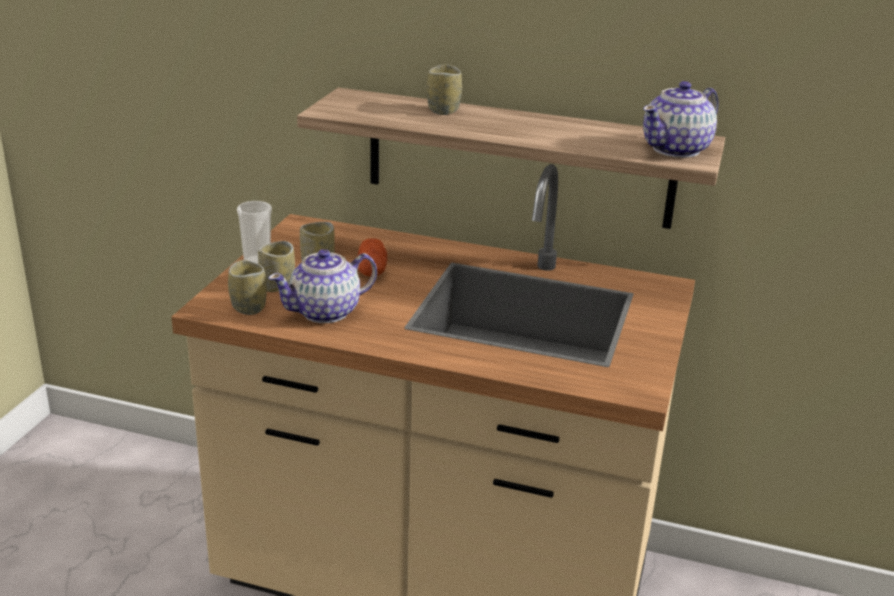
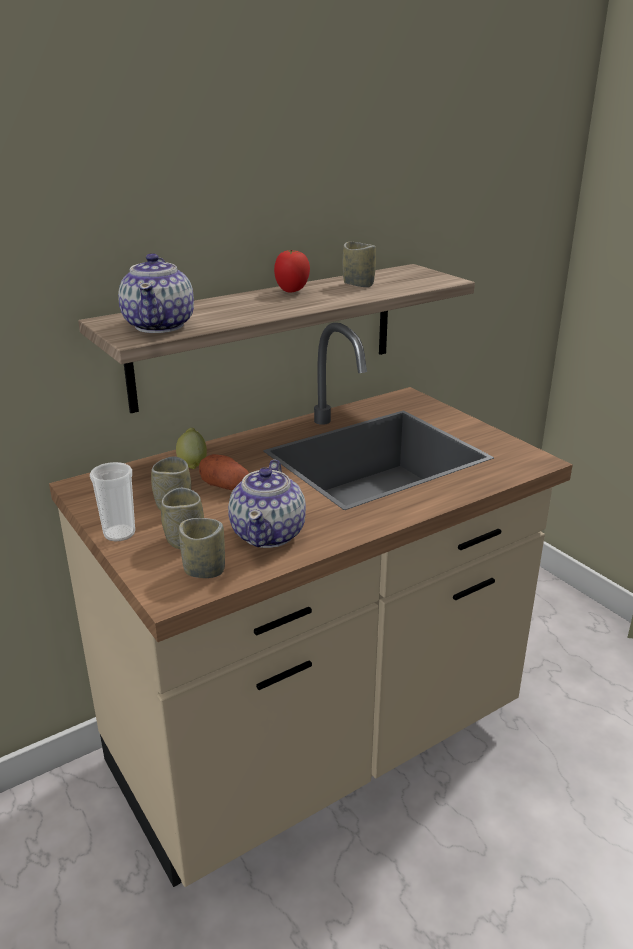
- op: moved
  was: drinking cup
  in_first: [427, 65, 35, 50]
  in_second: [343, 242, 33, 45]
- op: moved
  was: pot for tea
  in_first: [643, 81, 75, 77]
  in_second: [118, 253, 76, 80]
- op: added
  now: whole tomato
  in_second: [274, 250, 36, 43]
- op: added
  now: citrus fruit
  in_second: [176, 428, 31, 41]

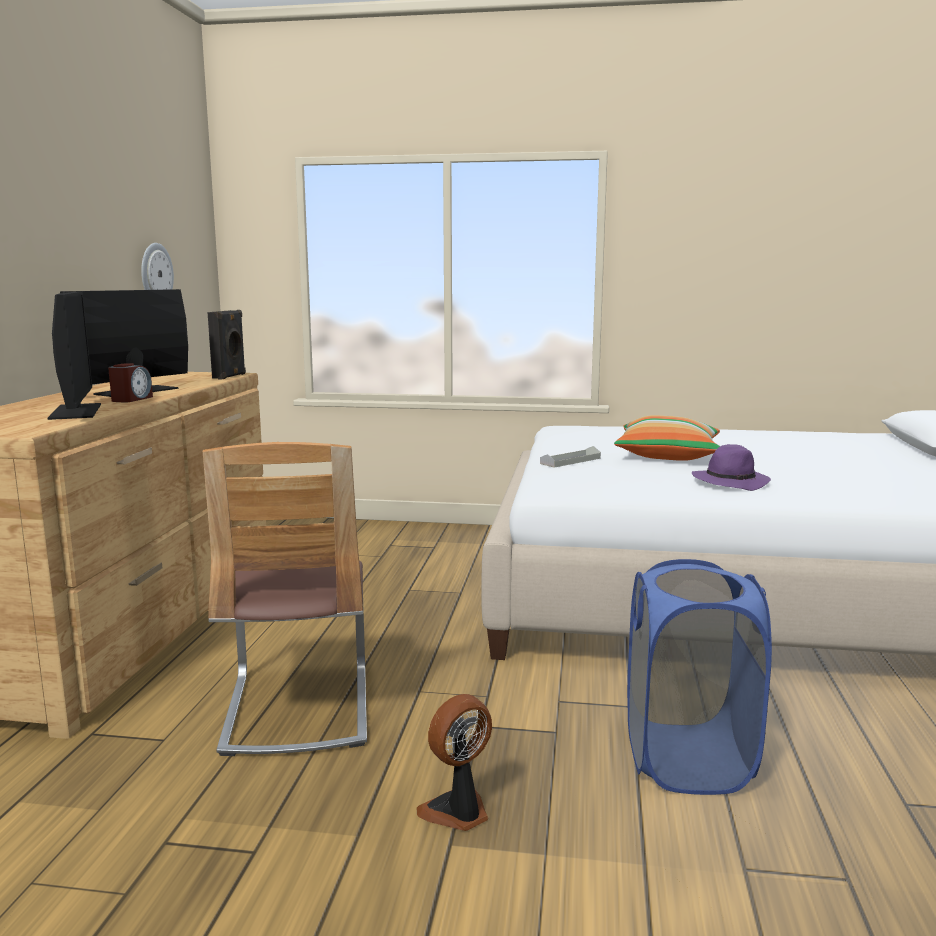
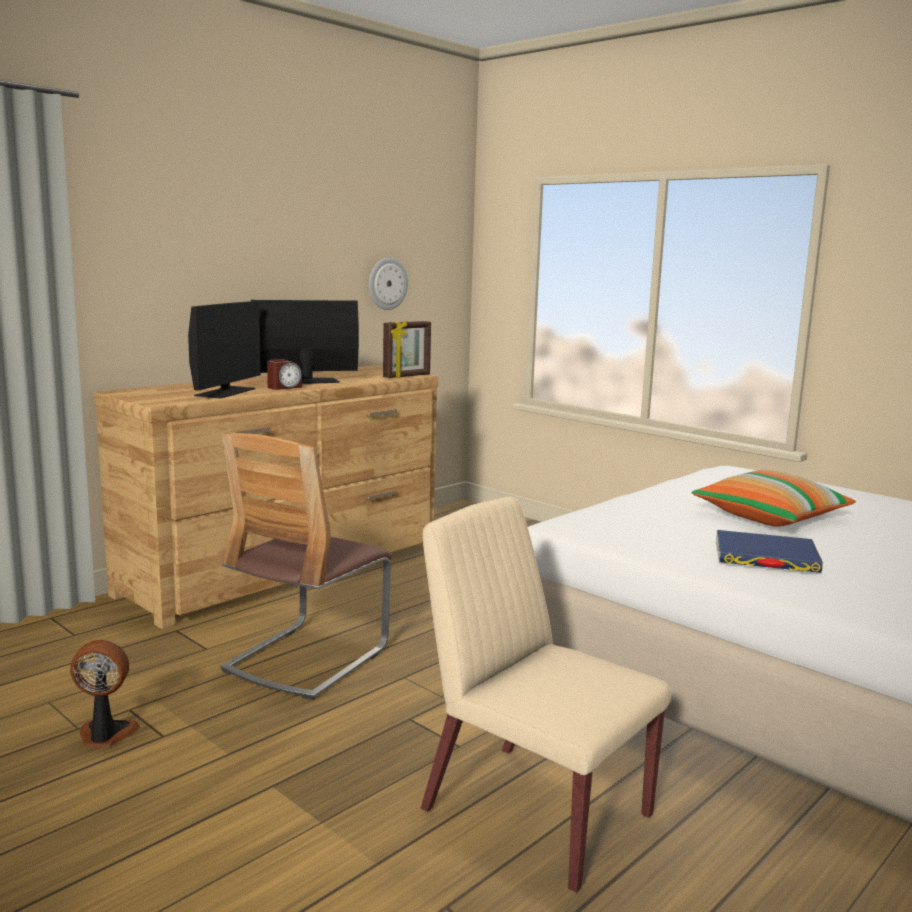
- op: replaced
  was: audio speaker (black)
  now: standing frame
  in_first: [207, 310, 39, 69]
  in_second: [383, 321, 48, 57]
- op: replaced
  was: clothing hat (purple-coloured)
  now: bound book (blue-coloured)
  in_first: [692, 444, 79, 47]
  in_second: [716, 530, 107, 43]
- op: removed
  was: serving tray (grey)
  in_first: [540, 446, 61, 22]
- op: replaced
  was: laundry basket (blue-coloured)
  now: plain chair (sand-coloured)
  in_first: [627, 559, 145, 236]
  in_second: [421, 496, 250, 397]
- op: moved
  was: cooling fan
  in_first: [416, 694, 76, 137]
  in_second: [70, 640, 70, 108]

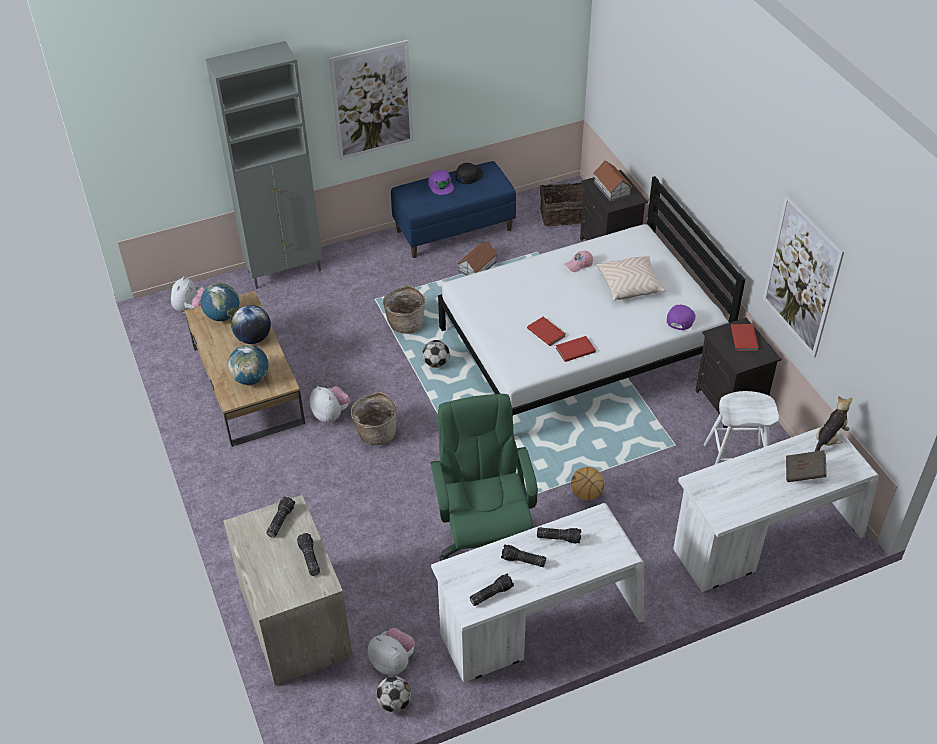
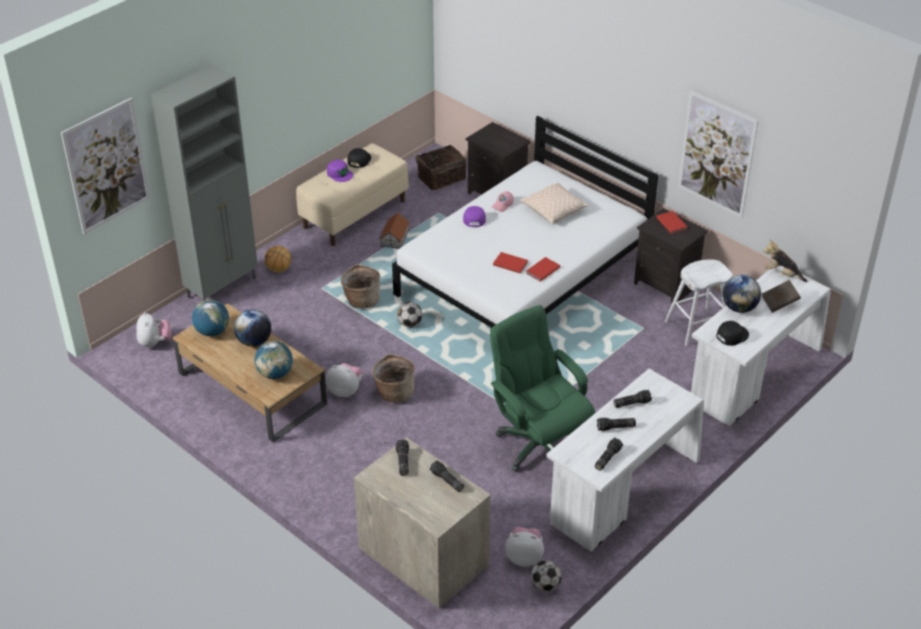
- op: moved
  was: wall art
  in_first: [329, 40, 85, 120]
  in_second: [61, 98, 89, 136]
- op: removed
  was: toy house
  in_first: [593, 160, 39, 42]
- op: recoloured
  was: bench (blue-coloured)
  now: bench (sand-coloured)
  in_first: [391, 161, 125, 97]
  in_second: [296, 143, 112, 103]
- op: moved
  was: baseball cap (purple-coloured)
  in_first: [667, 305, 29, 25]
  in_second: [463, 206, 23, 21]
- op: turned
  was: cuddly toy
  in_first: [815, 396, 37, 55]
  in_second: [763, 240, 45, 42]
  clockwise: -75
- op: moved
  was: basketball ball
  in_first: [571, 467, 33, 33]
  in_second: [265, 246, 26, 26]
- op: added
  now: world globe
  in_second: [723, 275, 38, 38]
- op: added
  now: baseball cap (black)
  in_second: [716, 321, 33, 25]

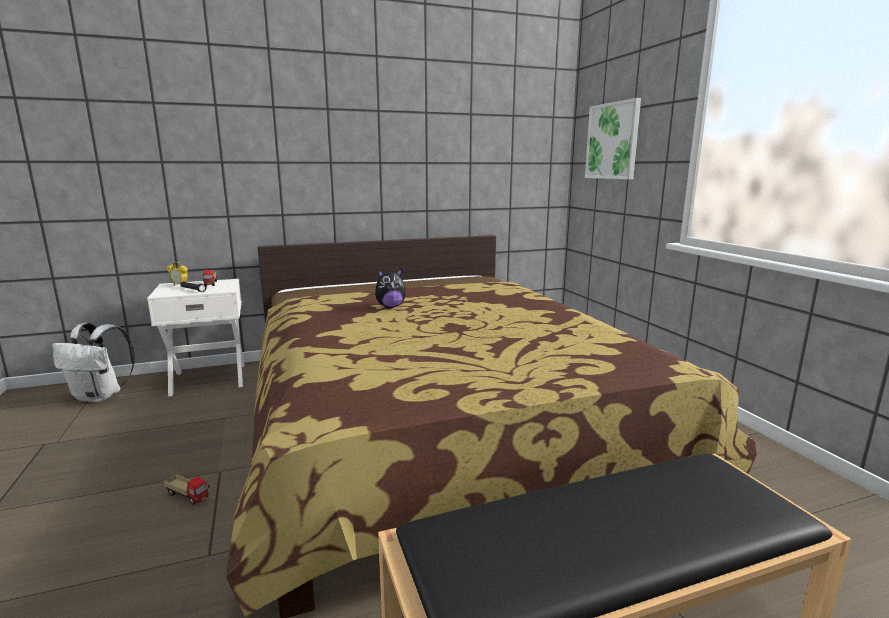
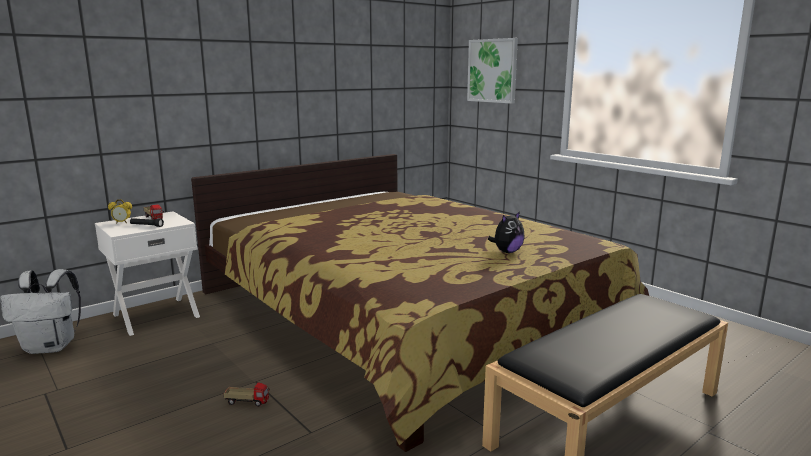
- op: moved
  was: cuddly toy
  in_first: [375, 268, 31, 40]
  in_second: [488, 211, 37, 42]

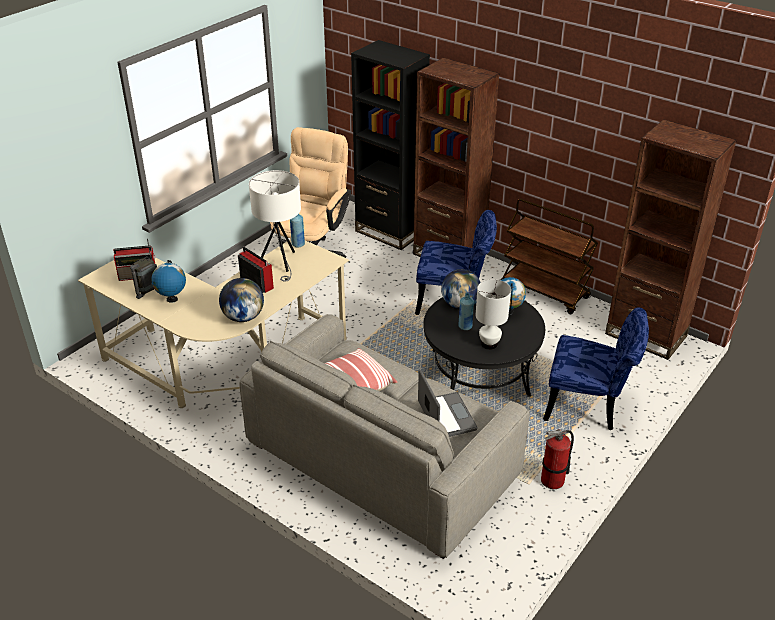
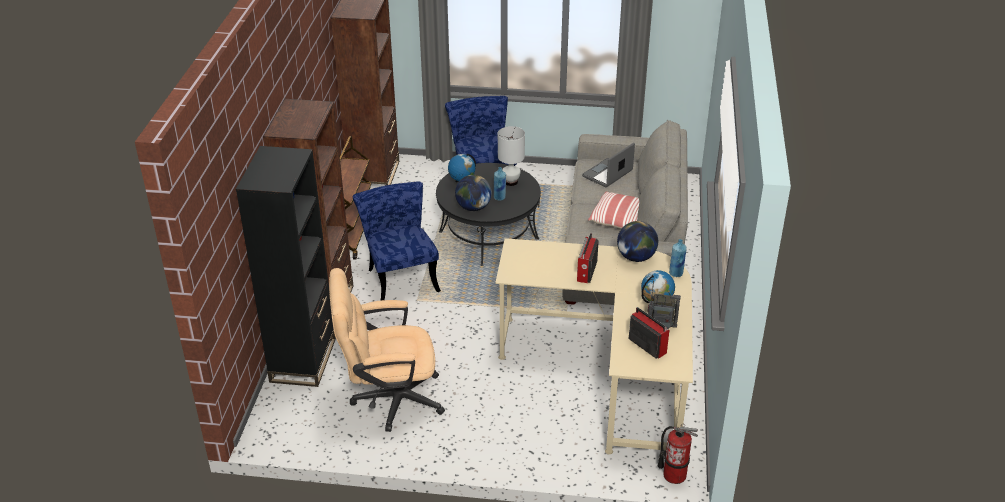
- op: removed
  was: table lamp (white-coloured)
  in_first: [249, 170, 52, 111]
- op: moved
  was: drink bottle (blue-coloured)
  in_first: [290, 214, 15, 34]
  in_second: [669, 239, 18, 38]
- op: moved
  was: fire-fighting cylinder
  in_first: [541, 429, 33, 60]
  in_second: [658, 424, 40, 60]

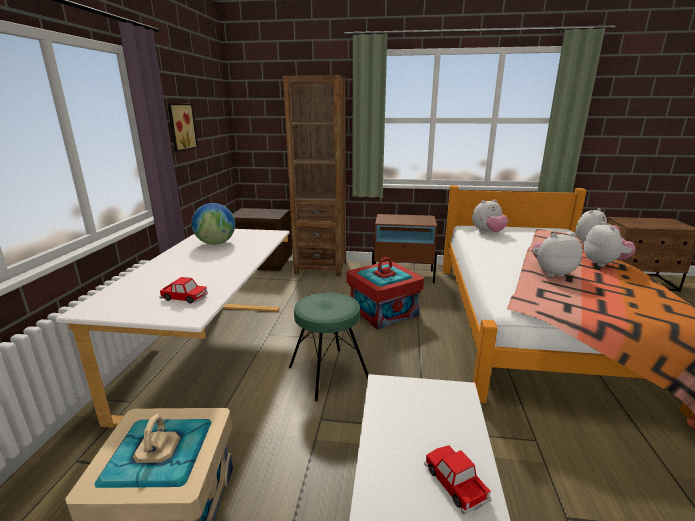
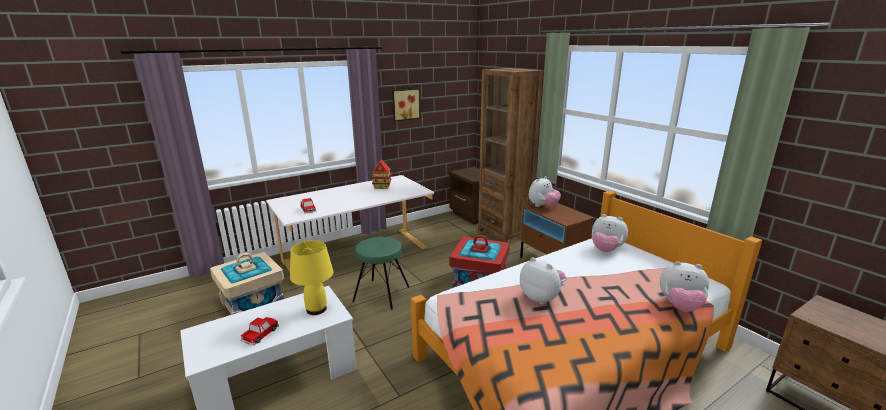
- op: replaced
  was: world globe
  now: toy house
  in_first: [191, 203, 44, 42]
  in_second: [371, 160, 21, 29]
- op: moved
  was: cuddly toy
  in_first: [584, 221, 52, 46]
  in_second: [529, 176, 32, 31]
- op: added
  now: table lamp (yellowish)
  in_second: [290, 240, 44, 75]

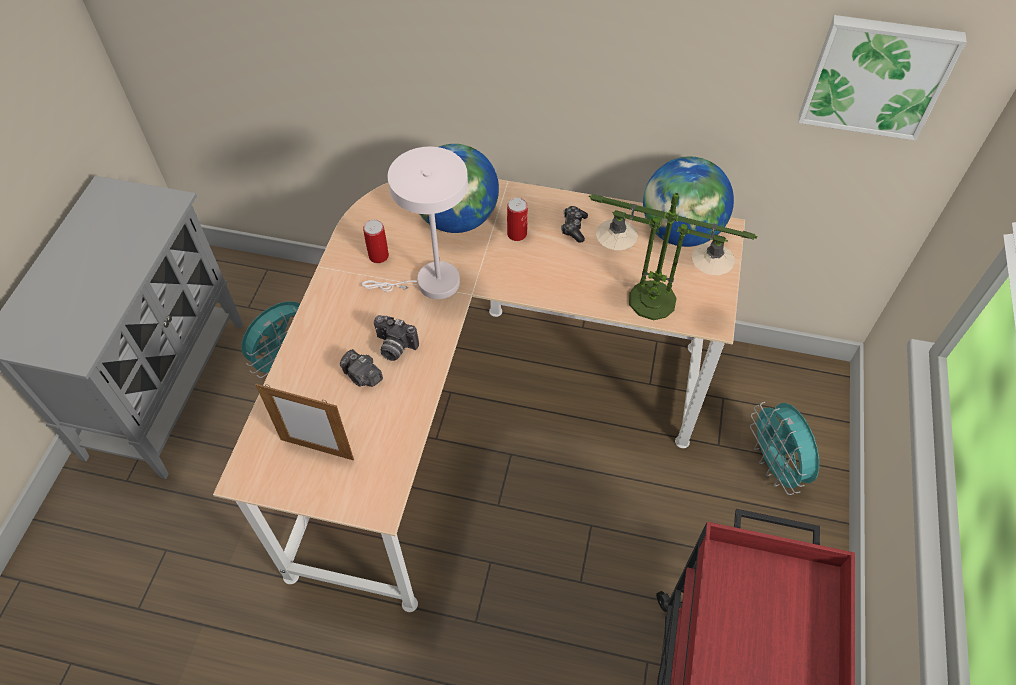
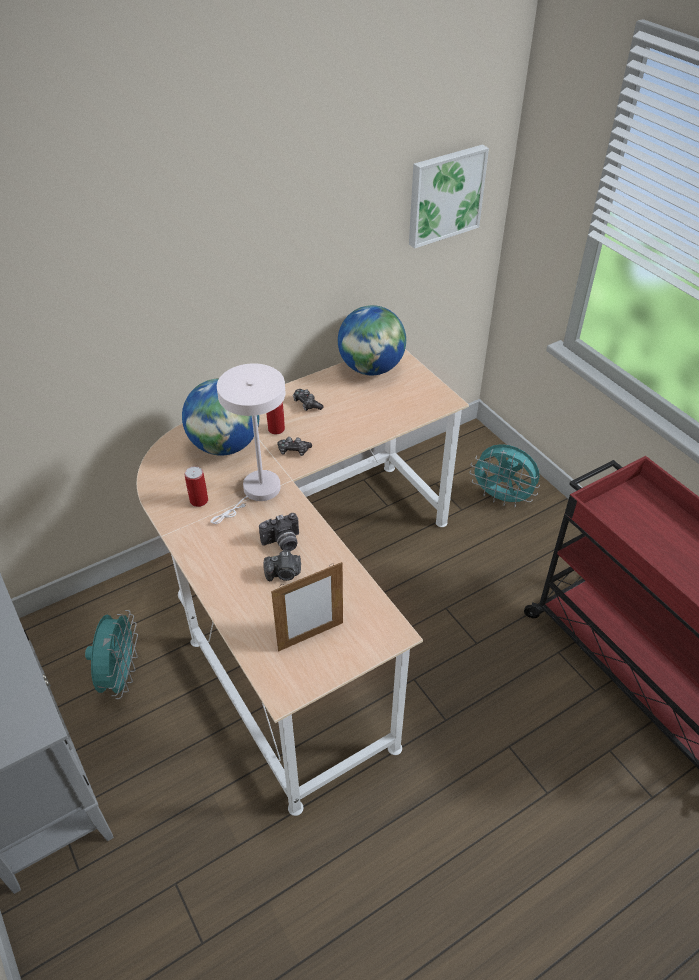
- op: removed
  was: table lamp
  in_first: [589, 193, 168, 127]
- op: added
  now: game controller
  in_second: [277, 437, 35, 19]

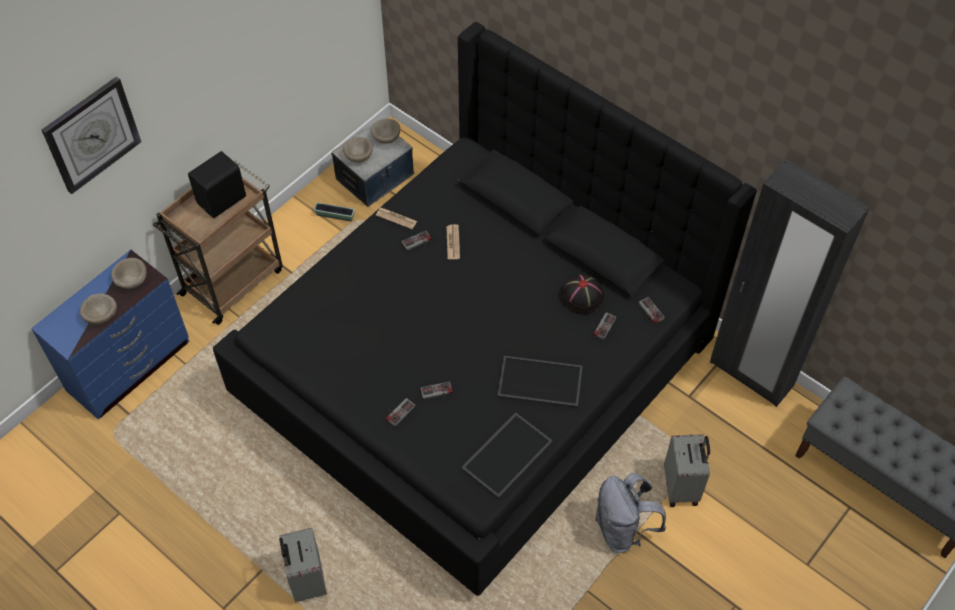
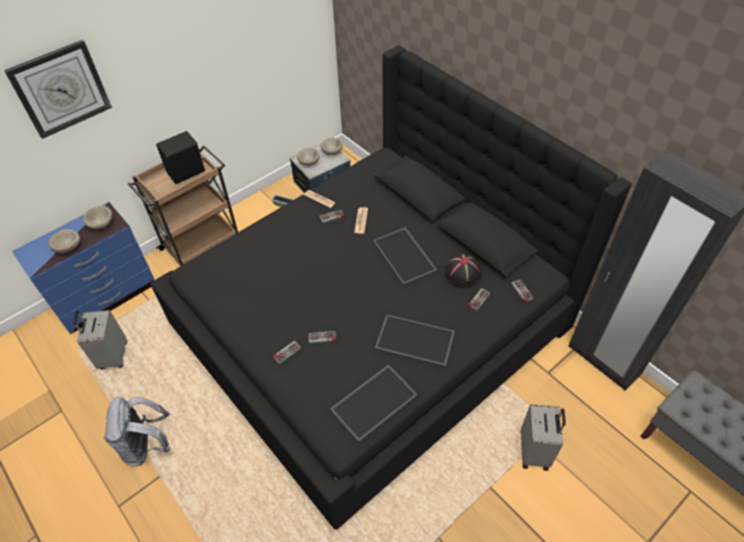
- op: moved
  was: rucksack (grey)
  in_first: [595, 473, 71, 80]
  in_second: [104, 397, 66, 69]
- op: moved
  was: travel case (grey)
  in_first: [279, 528, 48, 74]
  in_second: [73, 310, 54, 59]
- op: added
  now: serving tray
  in_second: [373, 227, 64, 59]

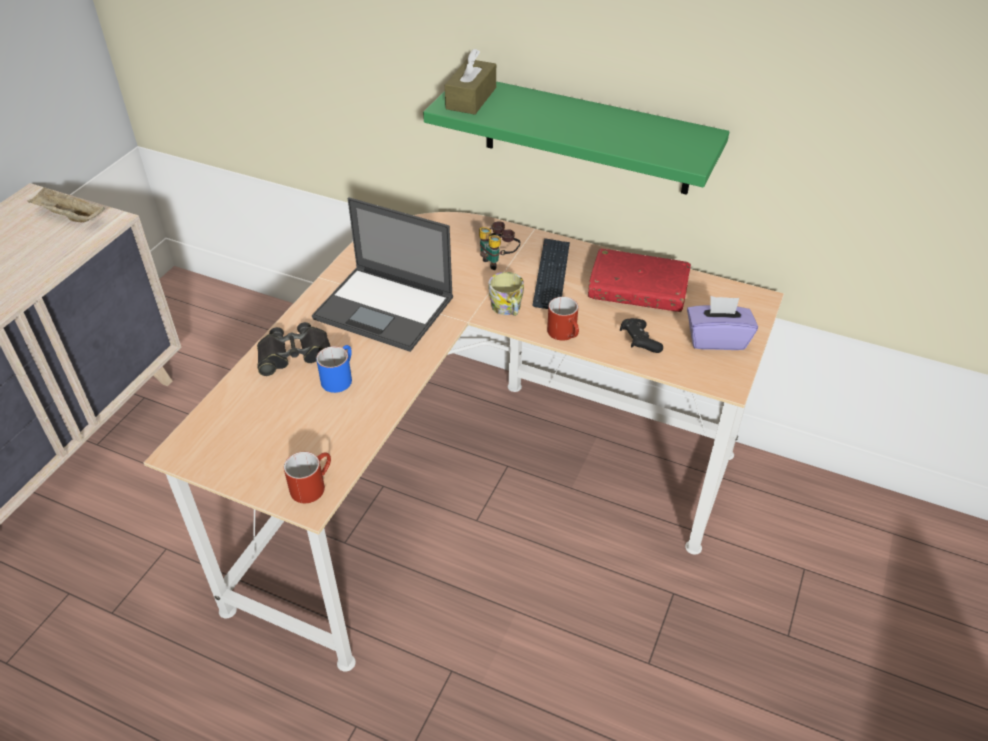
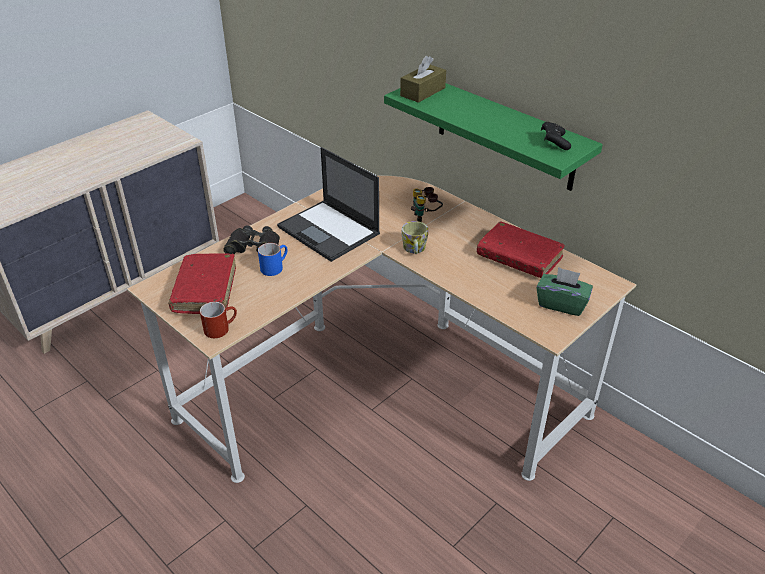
- op: removed
  was: serving tray (sand-coloured)
  in_first: [28, 187, 78, 35]
- op: removed
  was: keyboard
  in_first: [532, 238, 38, 71]
- op: recoloured
  was: box of tissues (purple-coloured)
  now: box of tissues (greenish)
  in_first: [687, 296, 71, 54]
  in_second: [536, 267, 57, 49]
- op: removed
  was: tea mug (reddish)
  in_first: [547, 297, 32, 44]
- op: moved
  was: game controller (black)
  in_first: [620, 318, 43, 35]
  in_second: [541, 122, 30, 28]
- op: added
  now: bound book (reddish)
  in_second: [168, 254, 68, 60]

